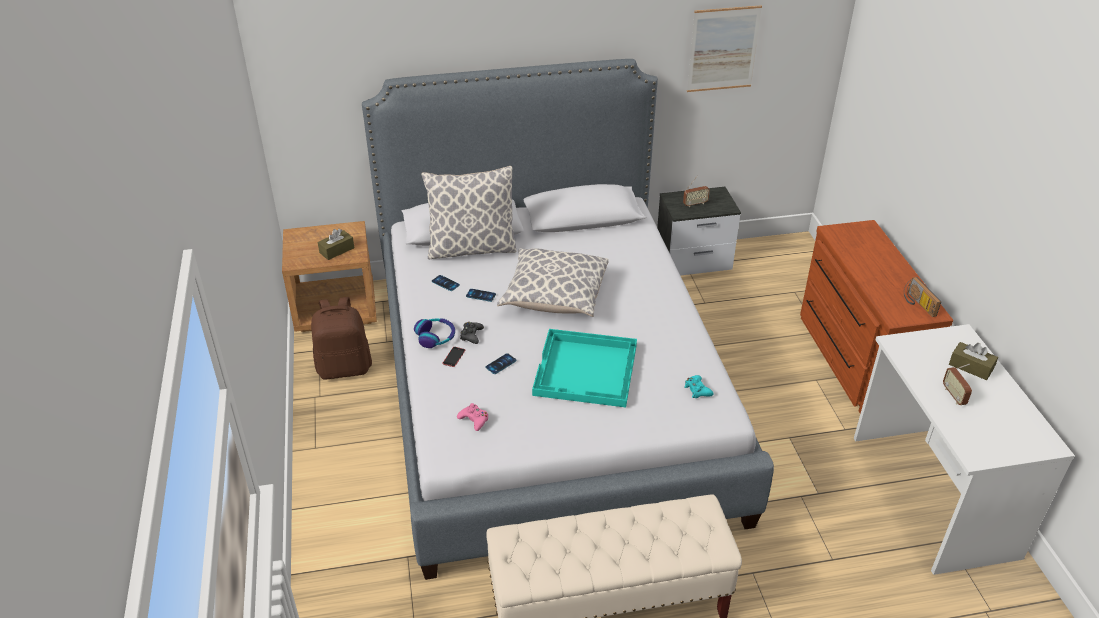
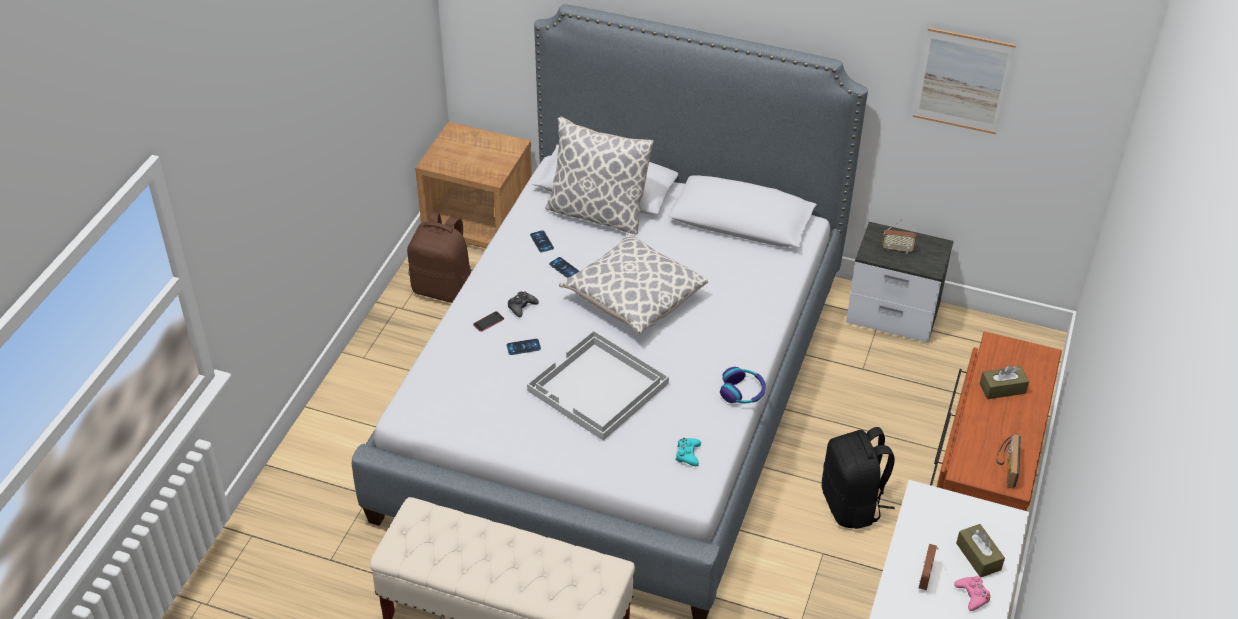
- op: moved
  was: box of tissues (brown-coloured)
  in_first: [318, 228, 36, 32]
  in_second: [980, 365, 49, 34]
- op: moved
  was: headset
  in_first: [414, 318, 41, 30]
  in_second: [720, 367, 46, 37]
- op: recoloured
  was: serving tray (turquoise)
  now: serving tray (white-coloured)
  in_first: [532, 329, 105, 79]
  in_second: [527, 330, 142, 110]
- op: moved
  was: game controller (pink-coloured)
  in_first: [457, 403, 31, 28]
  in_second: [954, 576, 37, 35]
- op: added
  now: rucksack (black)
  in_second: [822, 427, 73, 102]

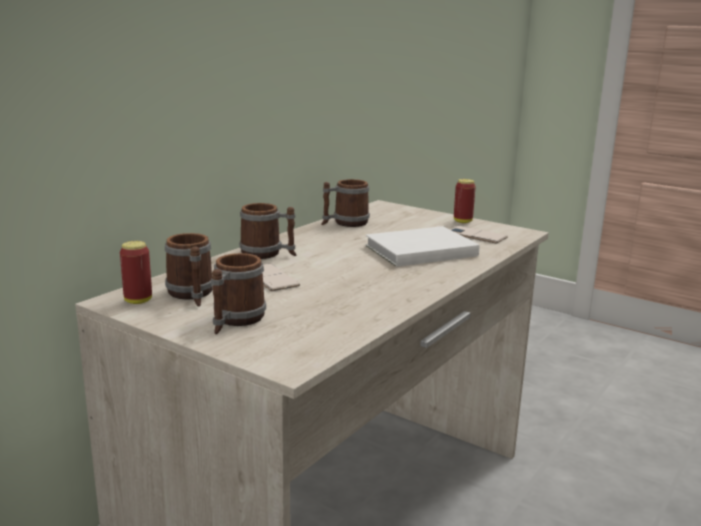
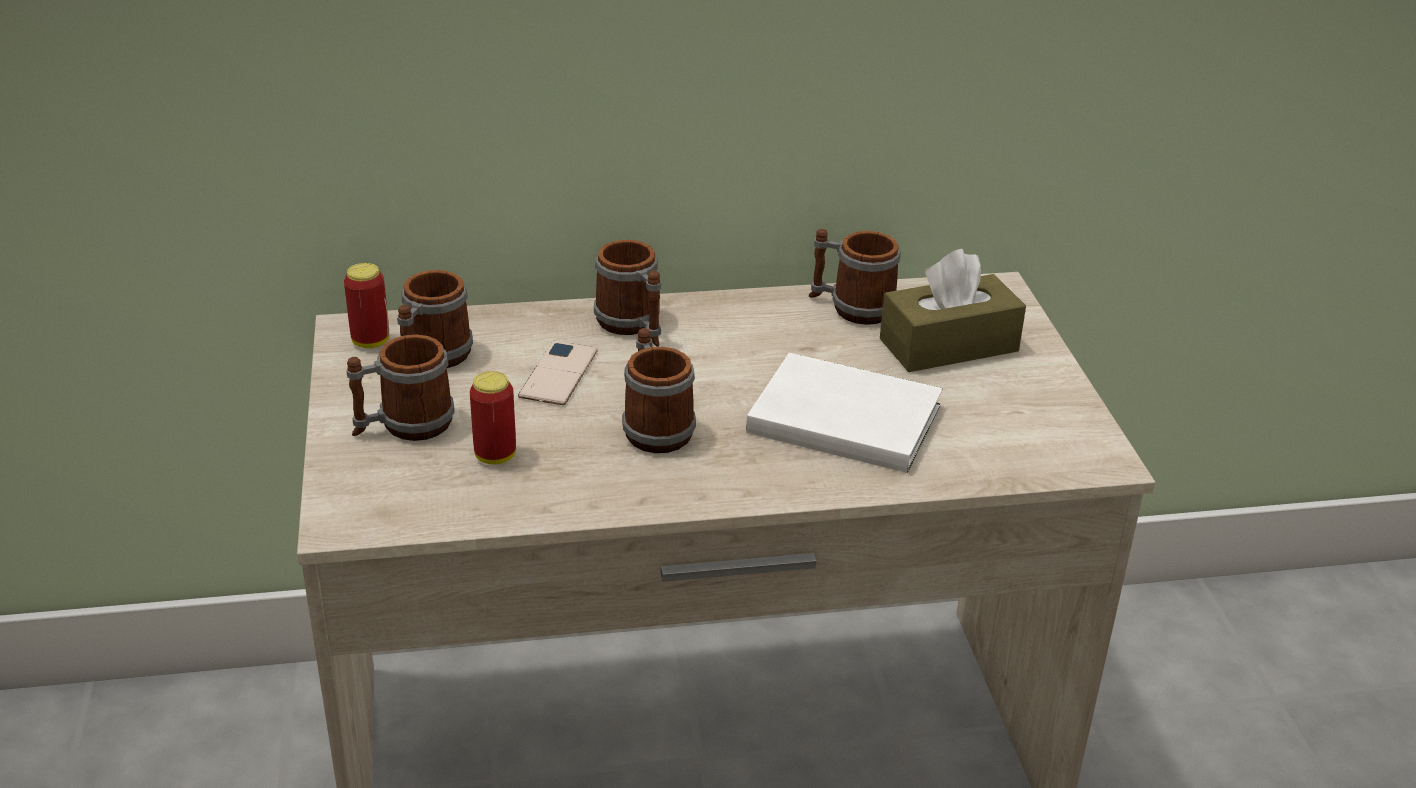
- op: moved
  was: can
  in_first: [454, 179, 22, 44]
  in_second: [470, 371, 46, 94]
- op: removed
  was: telephone
  in_first: [450, 226, 58, 17]
- op: added
  now: box of tissues (brown-coloured)
  in_second: [880, 249, 146, 123]
- op: added
  now: tea mug
  in_second: [622, 328, 74, 125]

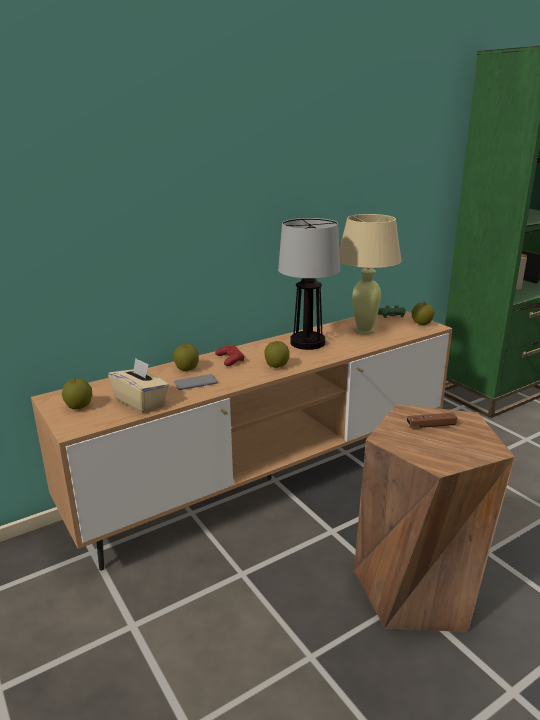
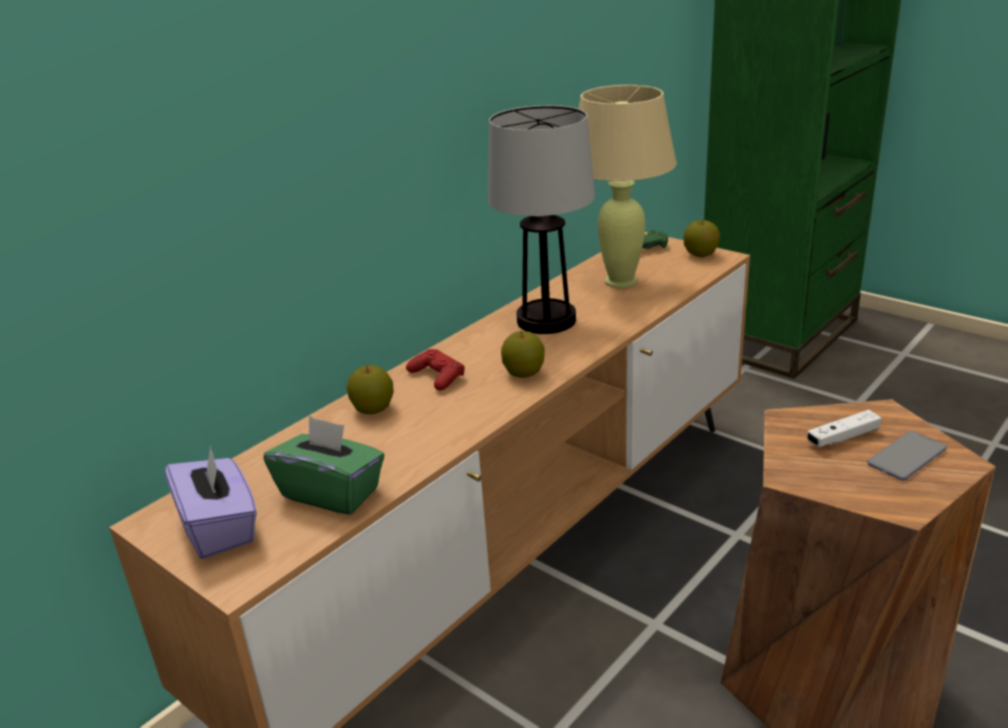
- op: recoloured
  was: box of tissues (sand-coloured)
  now: box of tissues (greenish)
  in_first: [108, 358, 61, 55]
  in_second: [264, 416, 121, 99]
- op: moved
  was: telephone
  in_first: [174, 374, 44, 16]
  in_second: [867, 431, 80, 49]
- op: replaced
  was: apple
  now: box of tissues (purple-coloured)
  in_first: [62, 378, 30, 32]
  in_second: [165, 446, 92, 113]
- op: recoloured
  was: game controller (brown-coloured)
  now: game controller (white-coloured)
  in_first: [407, 413, 50, 15]
  in_second: [807, 410, 75, 37]

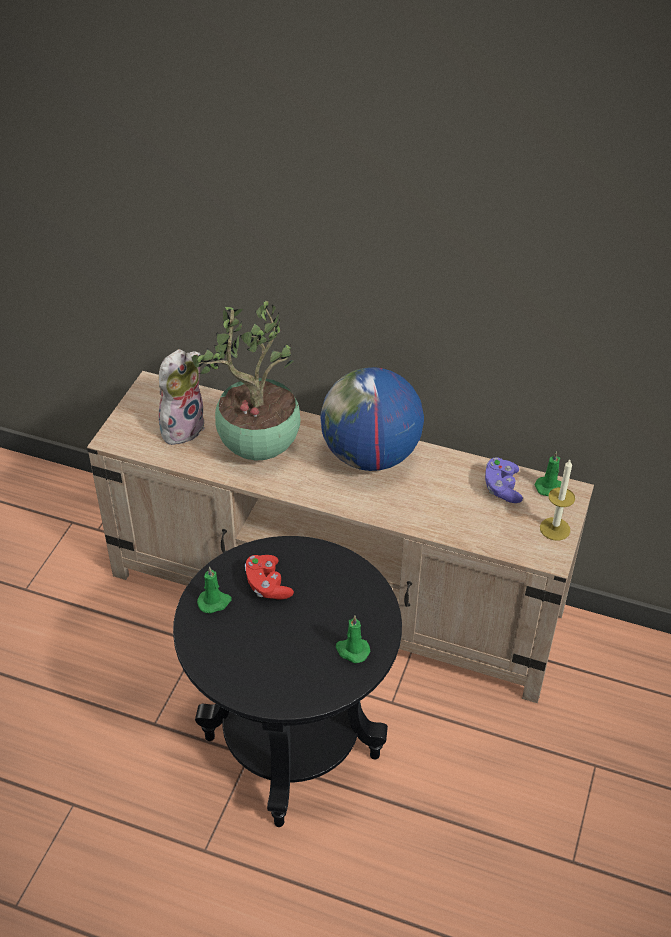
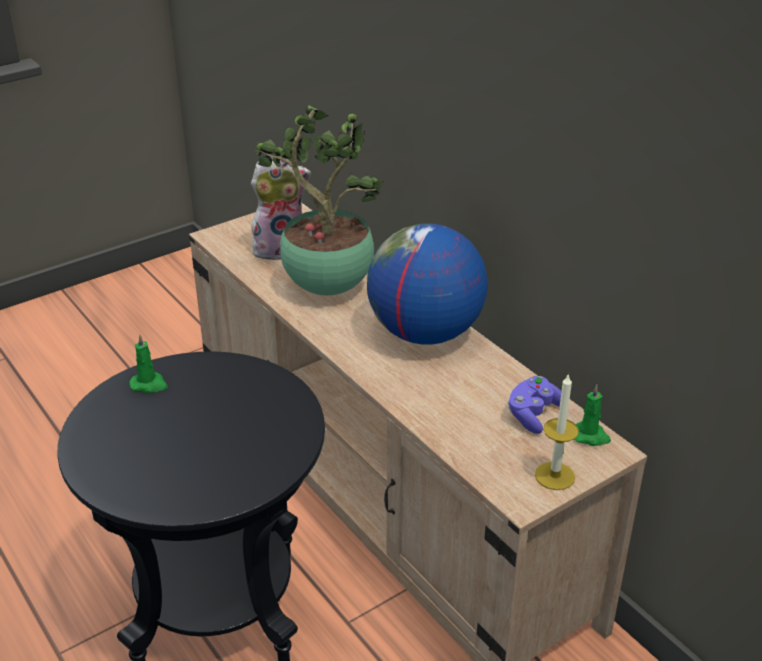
- op: removed
  was: game controller (reddish)
  in_first: [245, 555, 49, 45]
- op: removed
  was: wax candle (greenish)
  in_first: [336, 615, 34, 48]

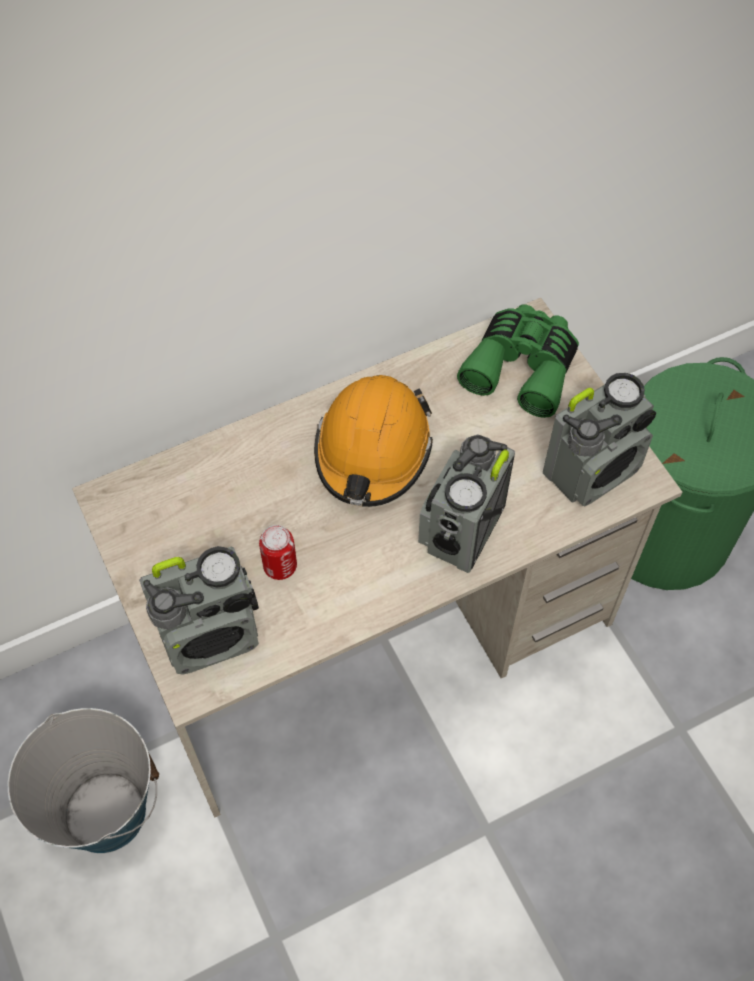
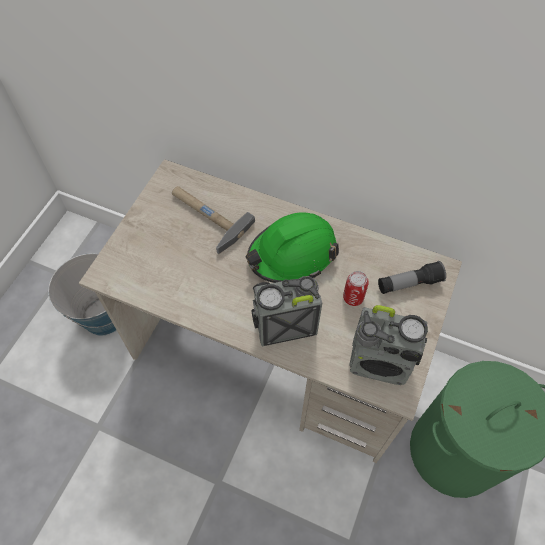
- op: replaced
  was: pair of binoculars (greenish)
  now: hand torch
  in_first: [457, 304, 122, 114]
  in_second: [378, 261, 68, 33]
- op: recoloured
  was: hard hat (orange)
  now: hard hat (greenish)
  in_first: [314, 375, 119, 132]
  in_second: [245, 212, 94, 71]
- op: moved
  was: can
  in_first: [259, 525, 38, 55]
  in_second: [343, 271, 26, 35]
- op: removed
  was: radio set
  in_first: [139, 546, 120, 129]
- op: added
  now: tool hammer
  in_second: [172, 186, 83, 68]

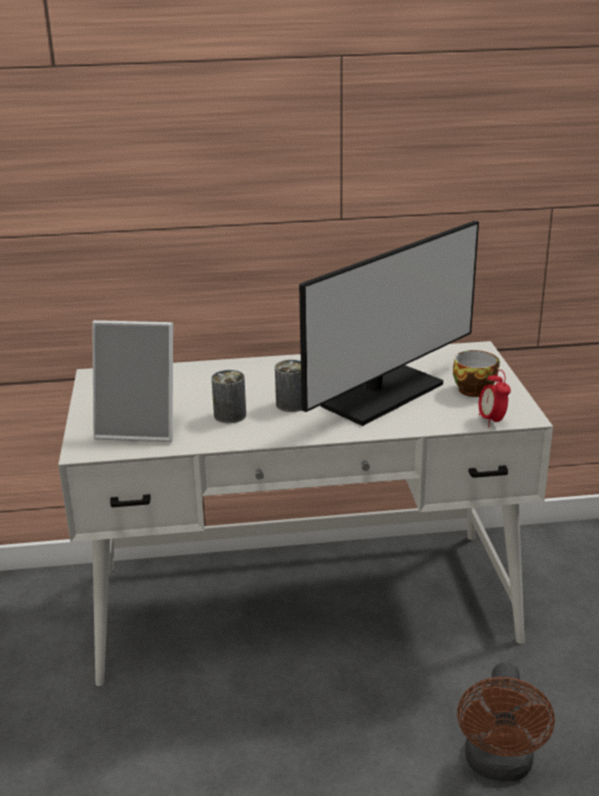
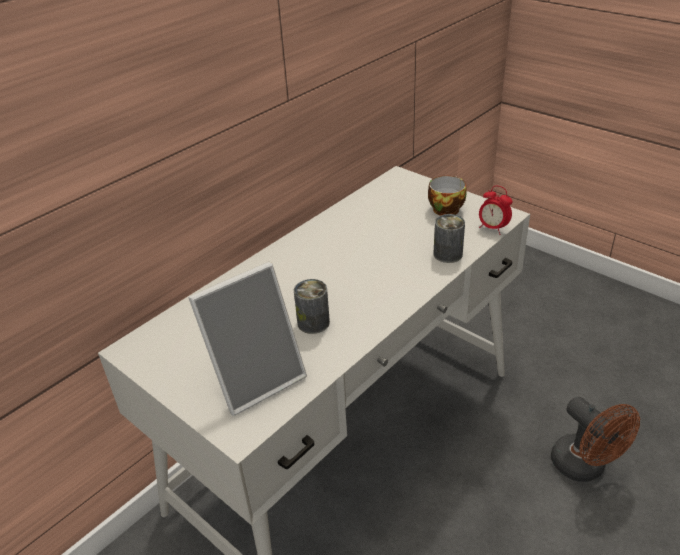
- op: removed
  was: computer screen
  in_first: [299, 221, 180, 205]
- op: moved
  was: can
  in_first: [275, 360, 27, 52]
  in_second: [433, 214, 32, 49]

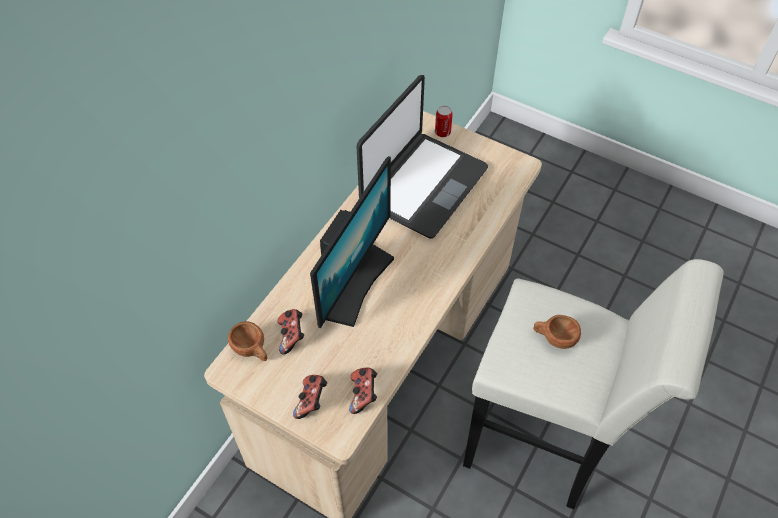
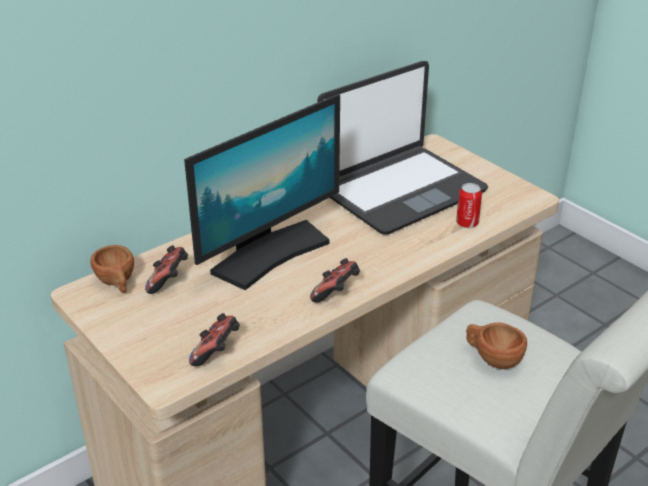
- op: moved
  was: can
  in_first: [435, 106, 18, 31]
  in_second: [456, 183, 26, 45]
- op: moved
  was: game controller
  in_first: [293, 375, 34, 44]
  in_second: [310, 258, 50, 45]

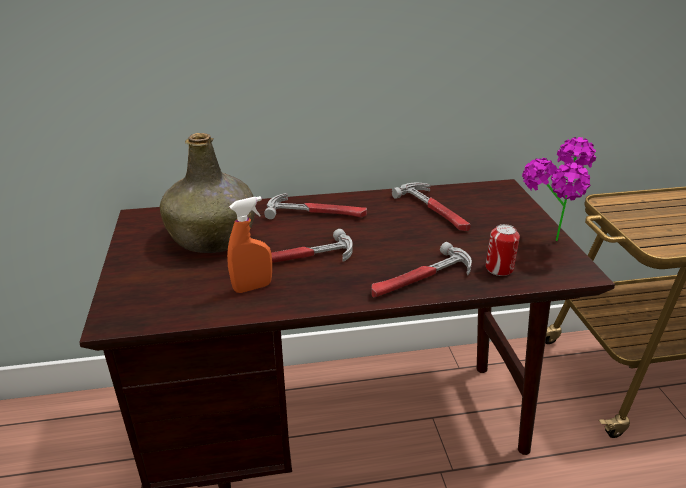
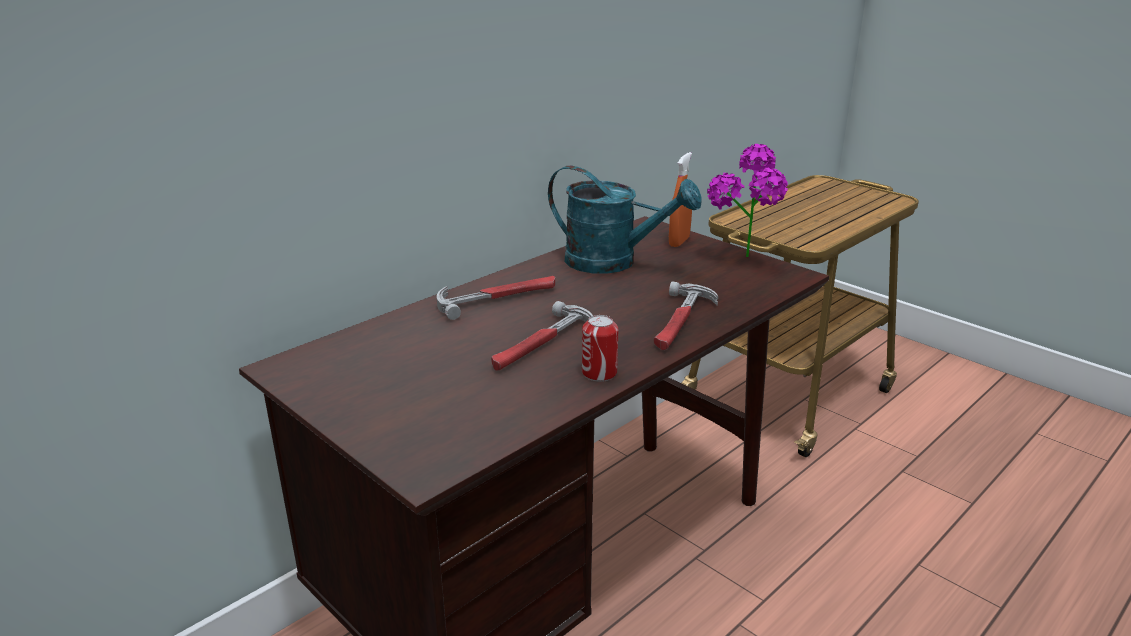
- op: removed
  was: drink bottle (greenish)
  in_first: [160, 133, 95, 120]
- op: replaced
  was: tool hammer
  now: watering can (turquoise)
  in_first: [392, 183, 79, 48]
  in_second: [548, 165, 154, 109]
- op: moved
  was: sprayer (orange)
  in_first: [227, 196, 45, 97]
  in_second: [669, 152, 23, 95]
- op: moved
  was: can
  in_first: [486, 224, 34, 52]
  in_second: [582, 315, 36, 67]

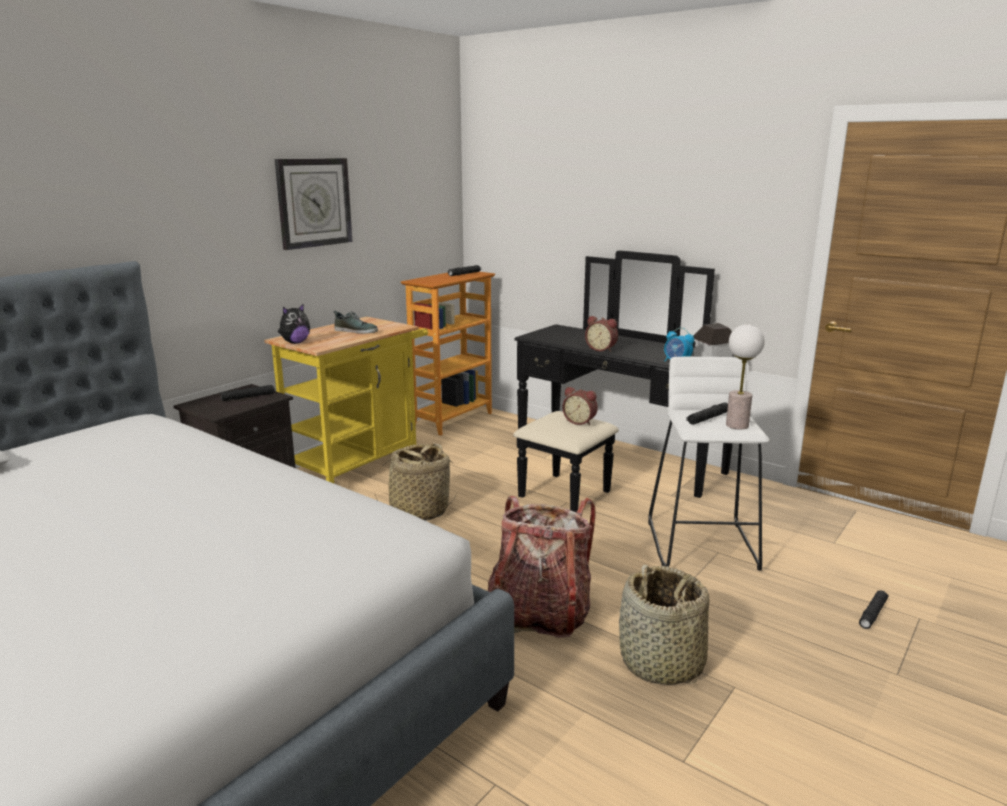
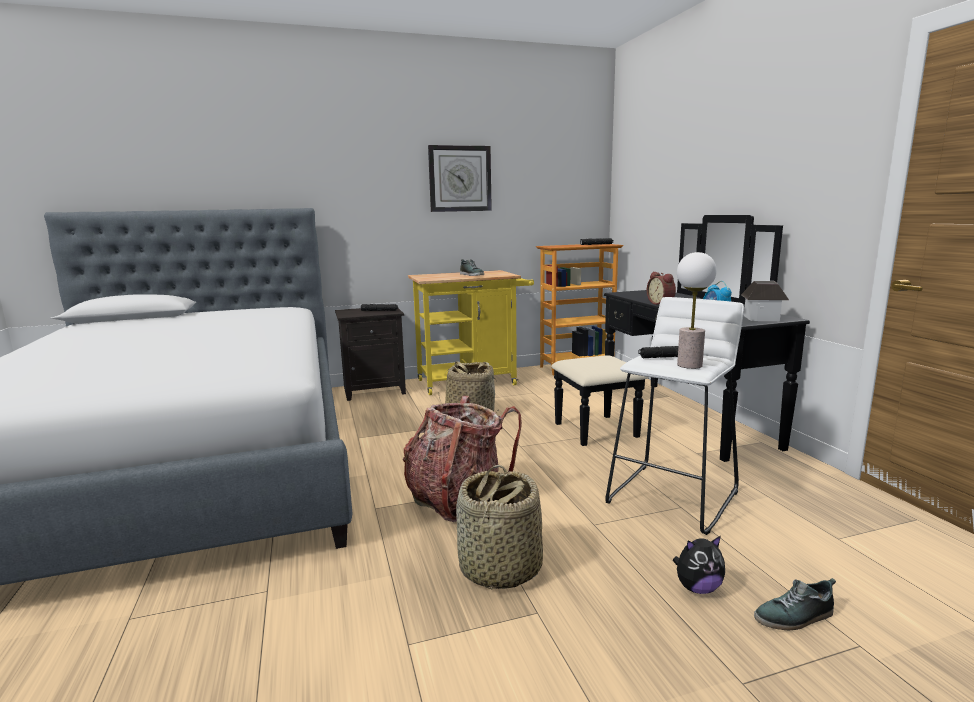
- op: moved
  was: cuddly toy
  in_first: [278, 304, 32, 40]
  in_second: [673, 536, 52, 58]
- op: removed
  was: alarm clock
  in_first: [562, 387, 36, 38]
- op: replaced
  was: hand torch (black)
  now: low shoe
  in_first: [859, 590, 30, 39]
  in_second: [754, 578, 82, 52]

